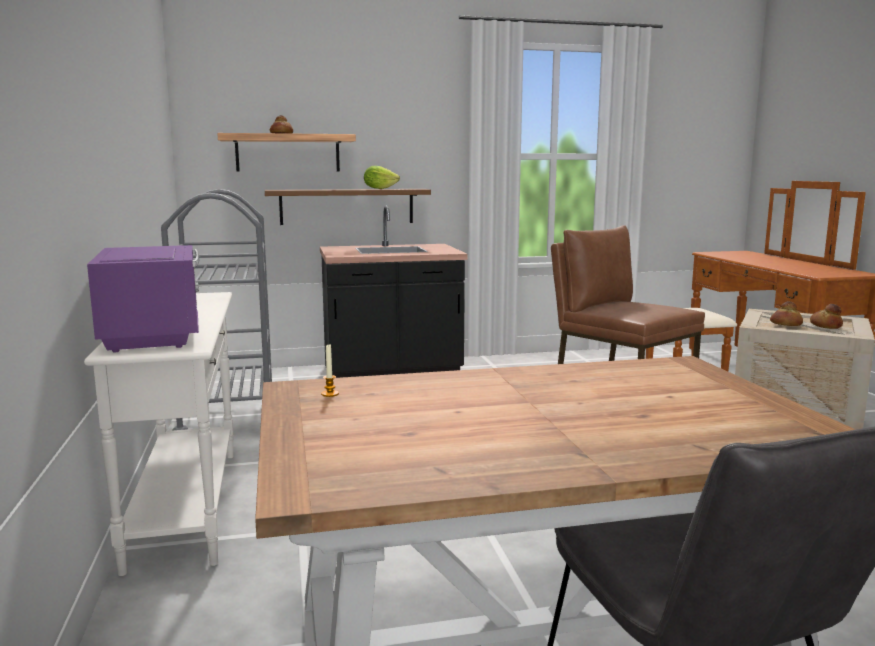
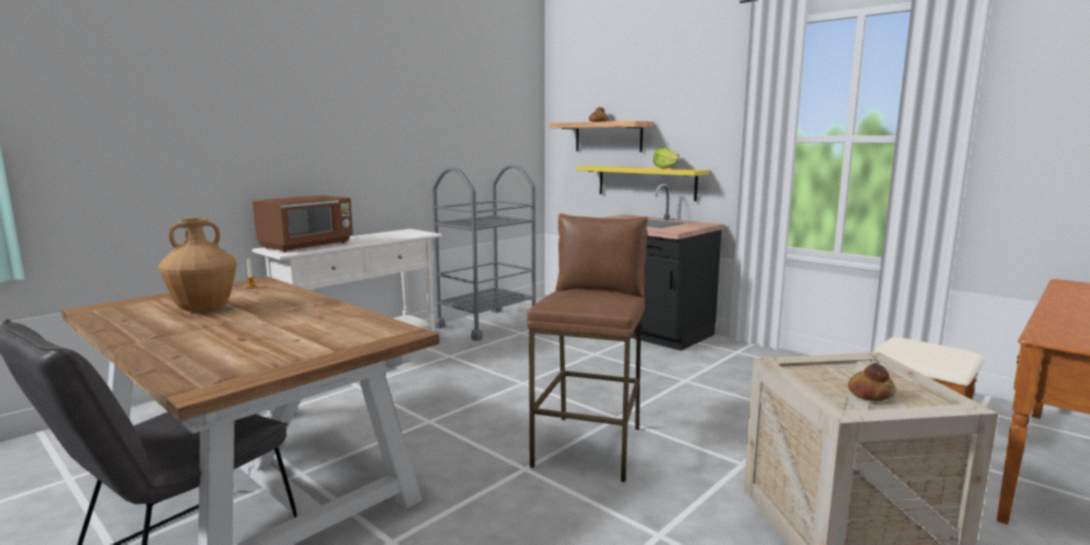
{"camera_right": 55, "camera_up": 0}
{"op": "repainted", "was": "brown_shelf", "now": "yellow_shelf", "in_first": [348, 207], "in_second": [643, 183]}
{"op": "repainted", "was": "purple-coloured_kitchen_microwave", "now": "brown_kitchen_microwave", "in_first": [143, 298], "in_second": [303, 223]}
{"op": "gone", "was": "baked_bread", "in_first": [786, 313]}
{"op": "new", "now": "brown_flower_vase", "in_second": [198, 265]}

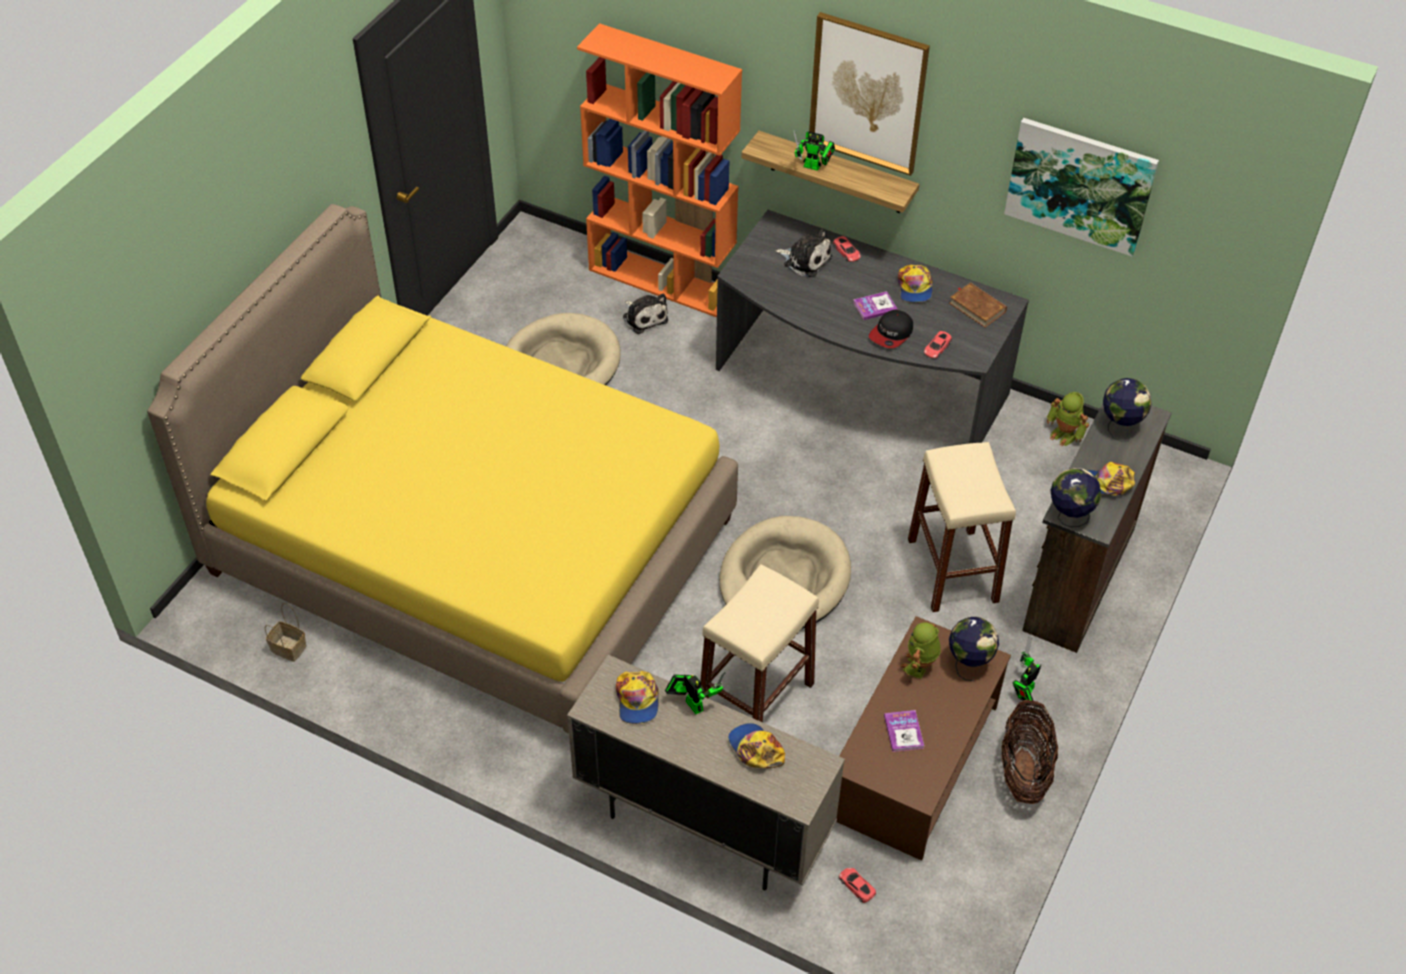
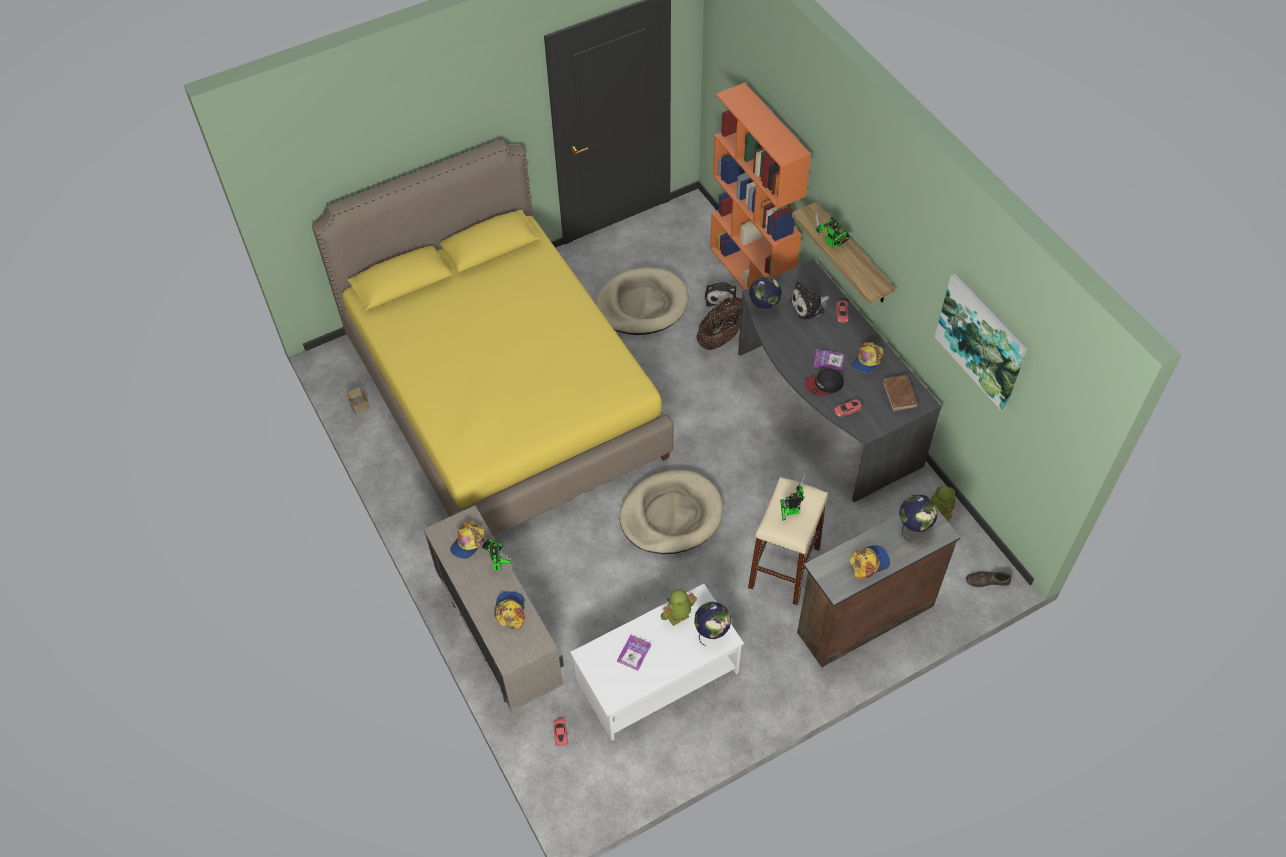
{"camera_right": 35, "camera_up": 5}
{"op": "gone", "was": "picture", "in_first": [869, 94]}
{"op": "rotated", "was": "plush_toy", "in_first": [803, 252], "in_second": [809, 300], "clockwise": 90}
{"op": "rotated", "was": "peaked_cap", "in_first": [1111, 479], "in_second": [870, 562], "clockwise": 120}
{"op": "shifted", "was": "world_globe", "in_first": [1075, 497], "in_second": [765, 296]}
{"op": "gone", "was": "beige_stool_seat", "in_first": [759, 643]}
{"op": "repainted", "was": "brown_coffee_table", "now": "white-coloured_coffee_table", "in_first": [923, 738], "in_second": [657, 662]}
{"op": "shifted", "was": "model_robot", "in_first": [1026, 668], "in_second": [793, 497]}
{"op": "shifted", "was": "basket", "in_first": [1029, 752], "in_second": [719, 323]}
{"op": "new", "now": "brown_low_shoe", "in_second": [988, 580]}

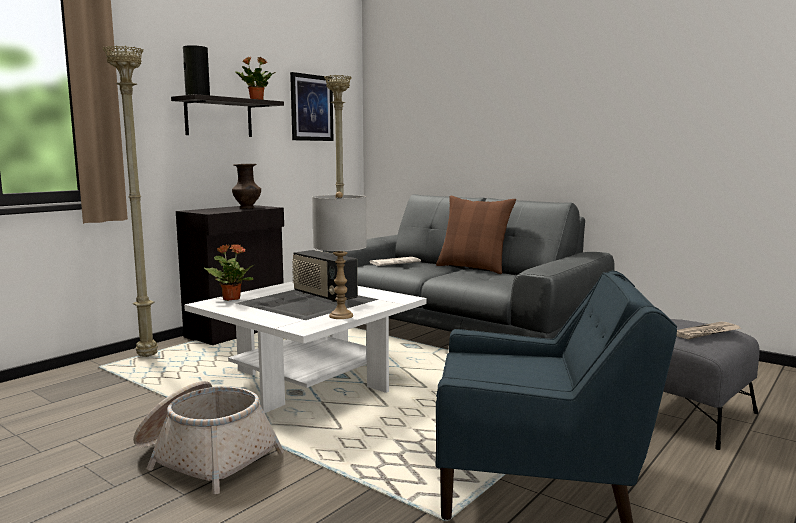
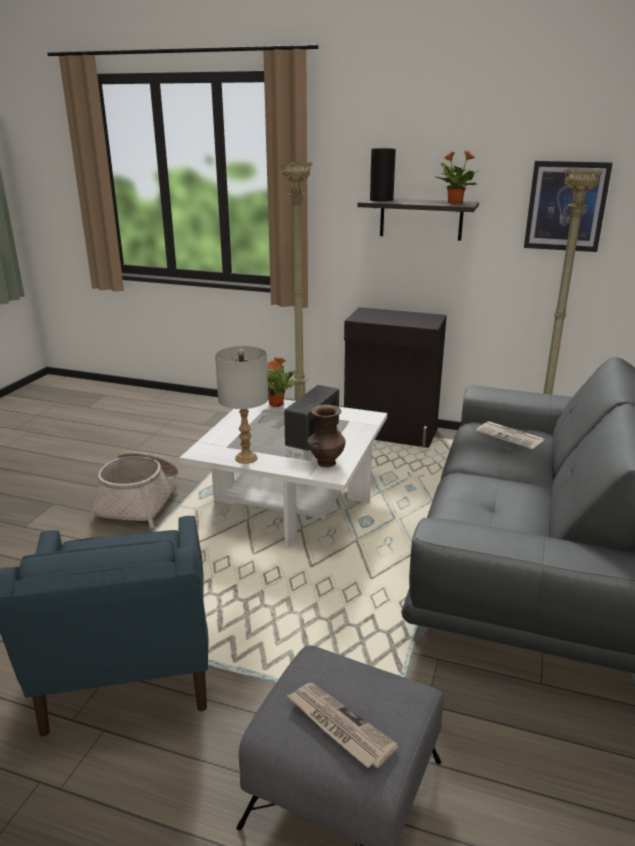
{"camera_right": 70, "camera_up": 15}
{"op": "shifted", "was": "brown_flower_vase", "in_first": [246, 186], "in_second": [326, 436]}
{"op": "gone", "was": "brown_throw_pillow", "in_first": [476, 235]}

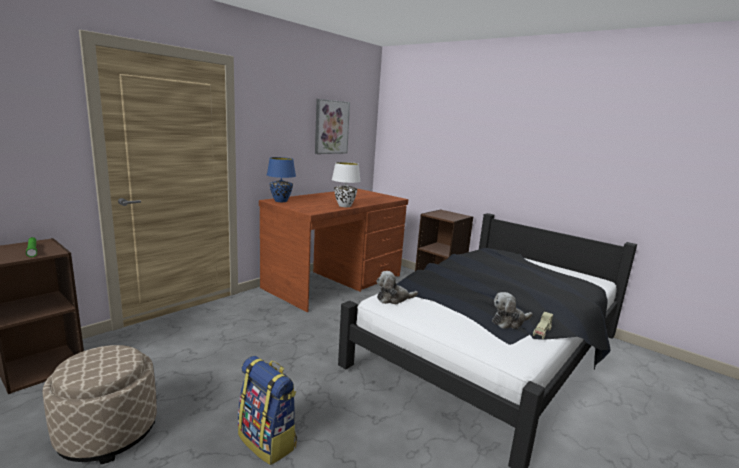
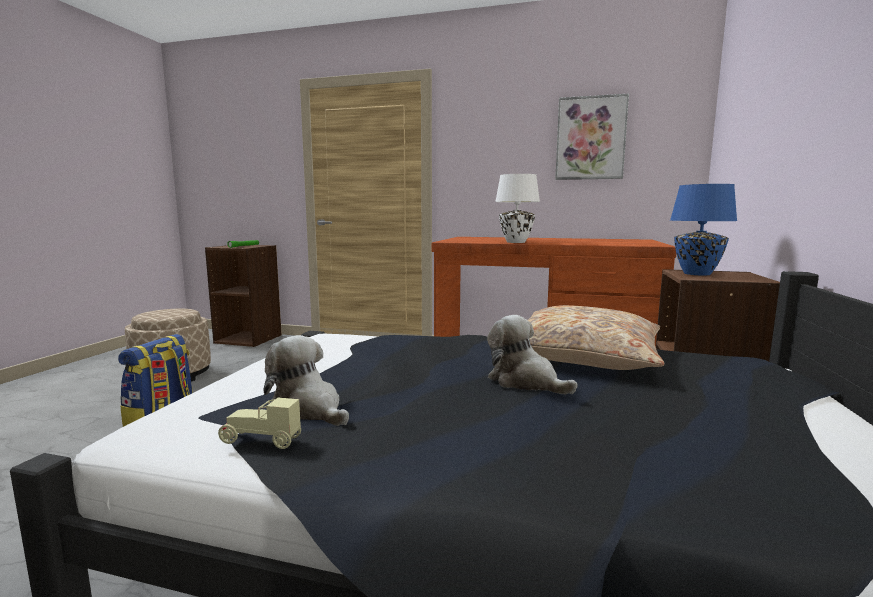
{"camera_right": 65, "camera_up": -5}
{"op": "shifted", "was": "bluish_lamp_for_a_table", "in_first": [281, 179], "in_second": [703, 230]}
{"op": "shifted", "was": "plush_toy", "in_first": [397, 287], "in_second": [532, 355]}
{"op": "new", "now": "beige_throw_pillow", "in_second": [596, 337]}

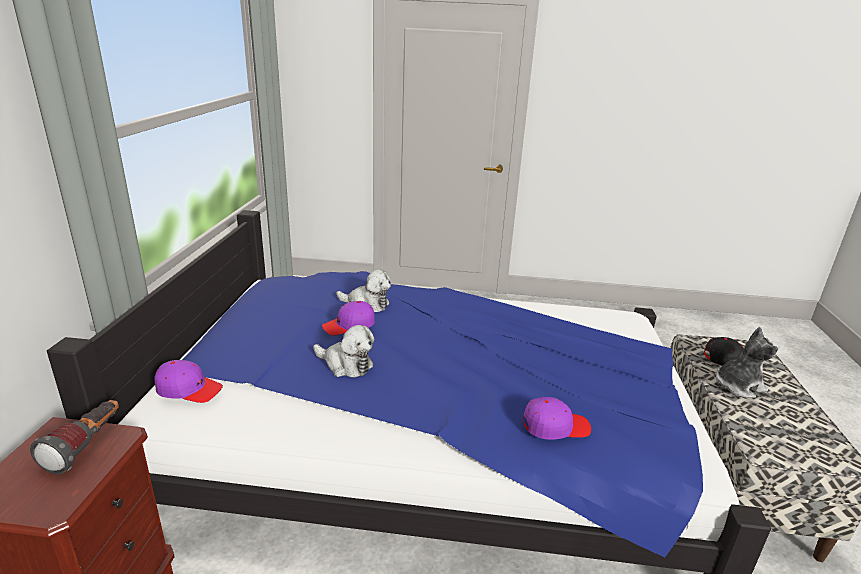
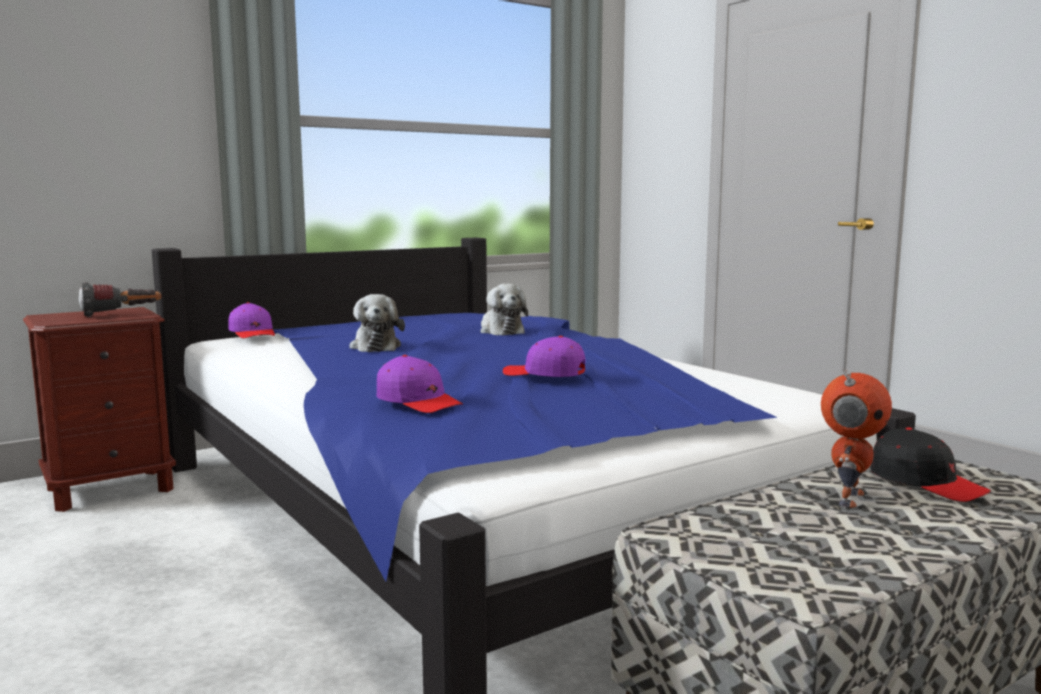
{"camera_right": 50, "camera_up": -15}
{"op": "shifted", "was": "purple-coloured_peaked_cap", "in_first": [348, 318], "in_second": [544, 356]}
{"op": "swapped", "was": "plush_toy", "now": "model_robot", "in_first": [748, 362], "in_second": [856, 438]}

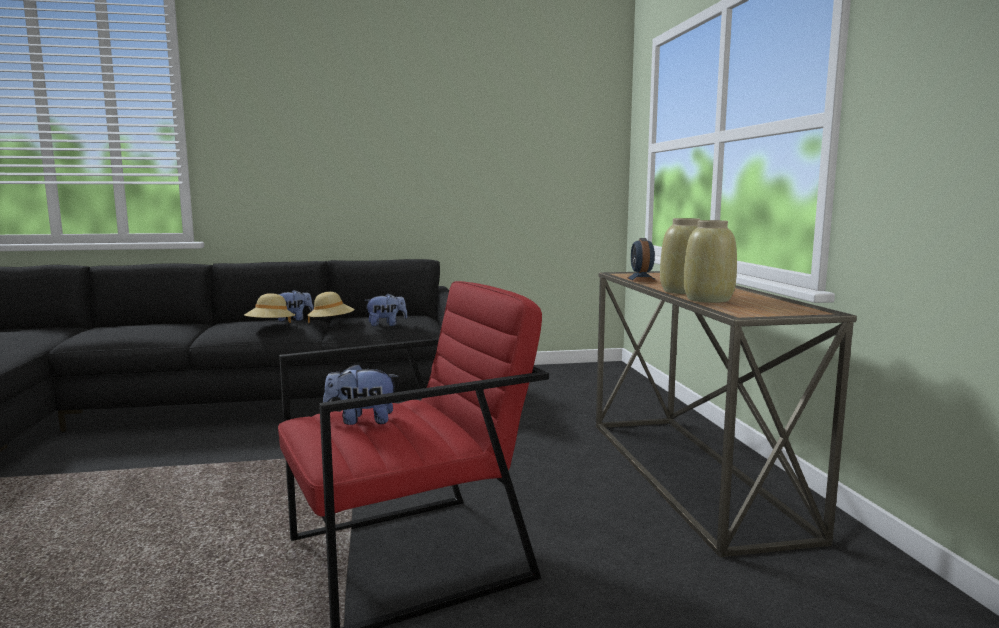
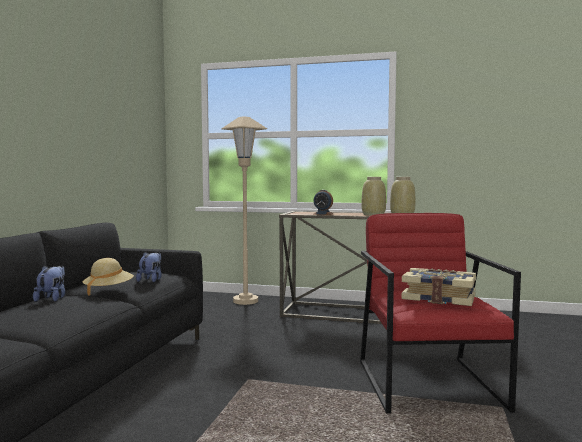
{"camera_right": -65, "camera_up": -5}
{"op": "gone", "was": "beige_hat", "in_first": [269, 308]}
{"op": "swapped", "was": "plush_toy", "now": "book", "in_first": [360, 394], "in_second": [438, 287]}
{"op": "new", "now": "beige_floor_lamp", "in_second": [244, 210]}

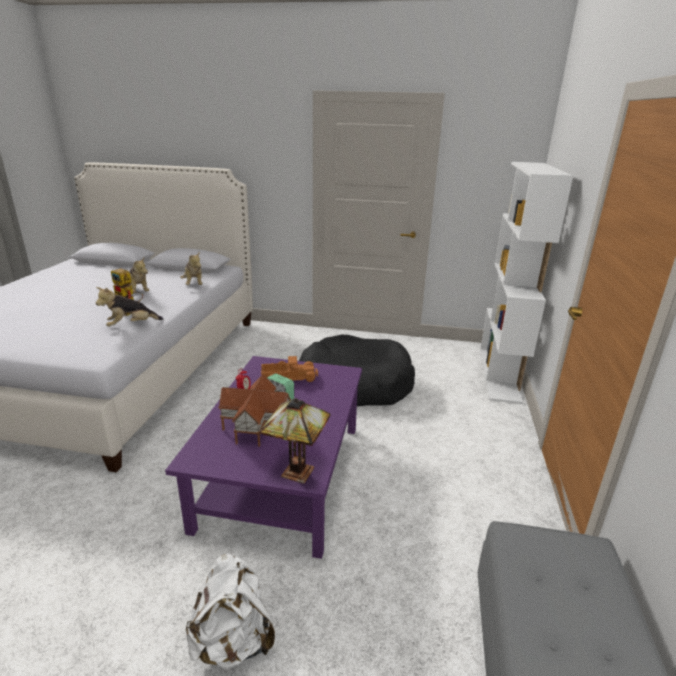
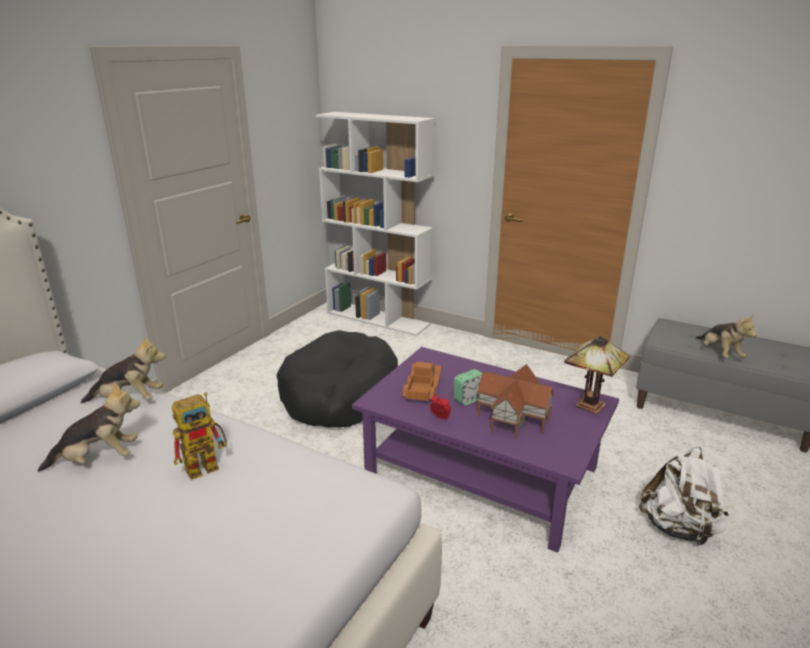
{"camera_right": -70, "camera_up": 0}
{"op": "shifted", "was": "plush_toy", "in_first": [129, 306], "in_second": [726, 336]}

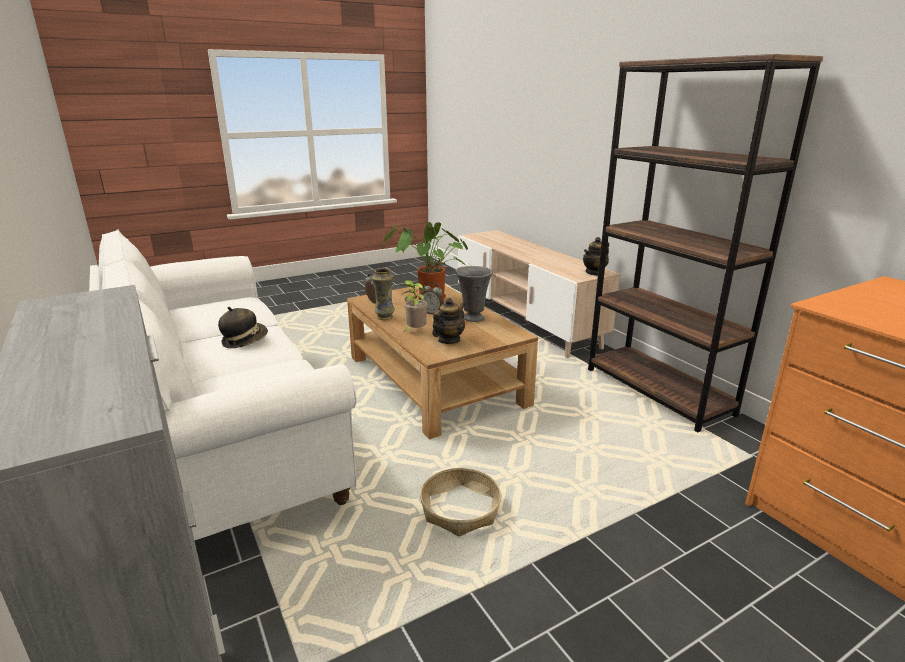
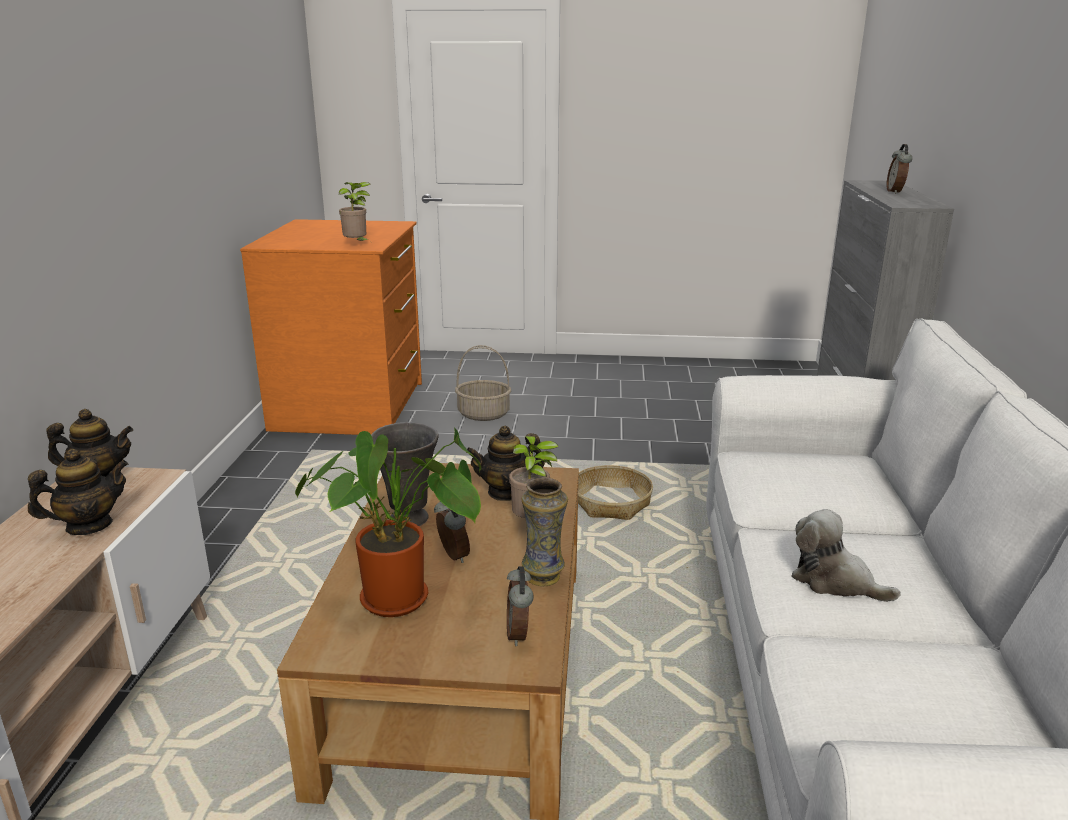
{"camera_right": -145, "camera_up": 0}
{"op": "gone", "was": "brown_bookcase", "in_first": [705, 243]}
{"op": "swapped", "was": "hat", "now": "plush_toy", "in_first": [243, 327], "in_second": [846, 555]}
{"op": "new", "now": "table_clock", "in_second": [899, 169]}
{"op": "new", "now": "houseplant", "in_second": [354, 211]}
{"op": "new", "now": "basket", "in_second": [483, 383]}
{"op": "new", "now": "pot_for_tea", "in_second": [78, 492]}

